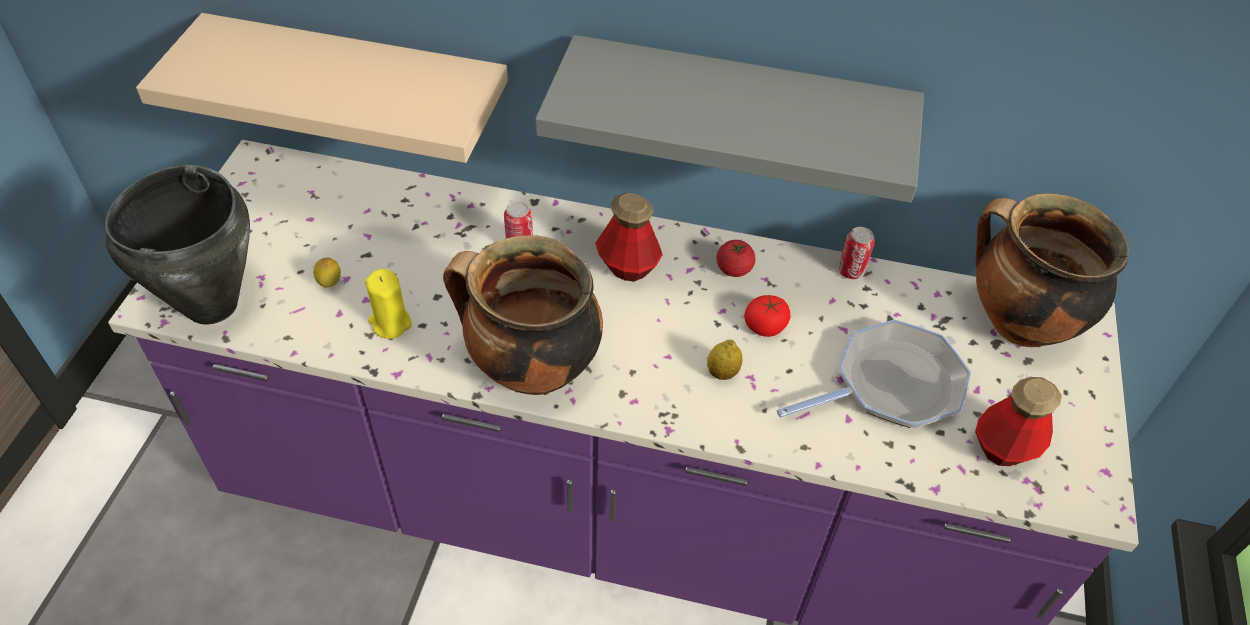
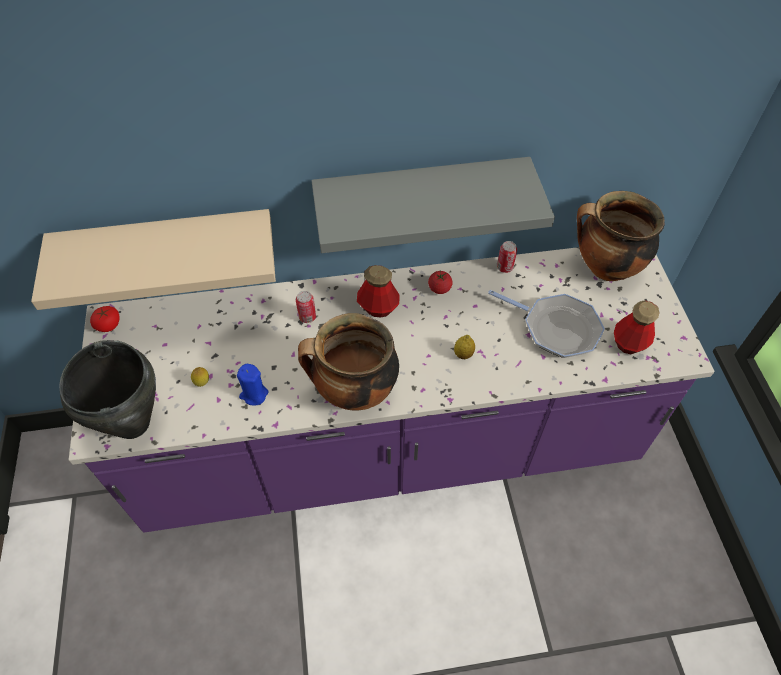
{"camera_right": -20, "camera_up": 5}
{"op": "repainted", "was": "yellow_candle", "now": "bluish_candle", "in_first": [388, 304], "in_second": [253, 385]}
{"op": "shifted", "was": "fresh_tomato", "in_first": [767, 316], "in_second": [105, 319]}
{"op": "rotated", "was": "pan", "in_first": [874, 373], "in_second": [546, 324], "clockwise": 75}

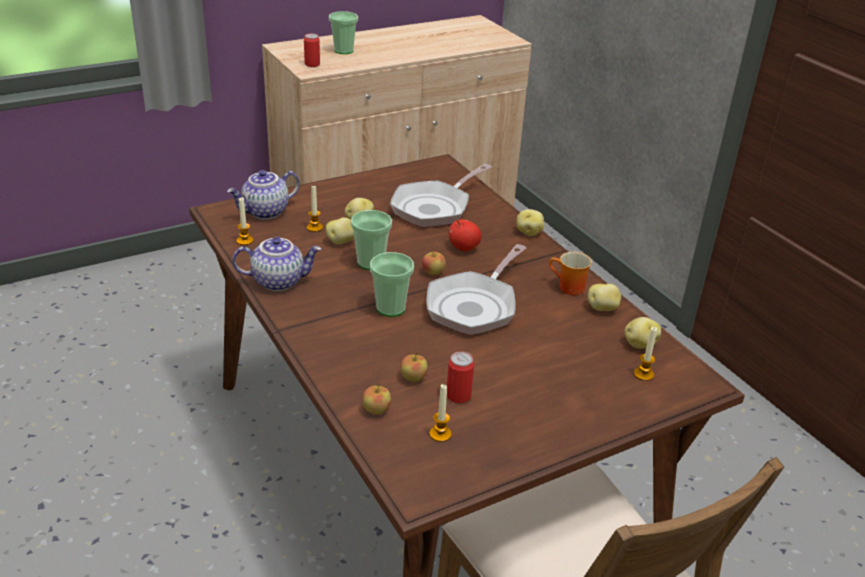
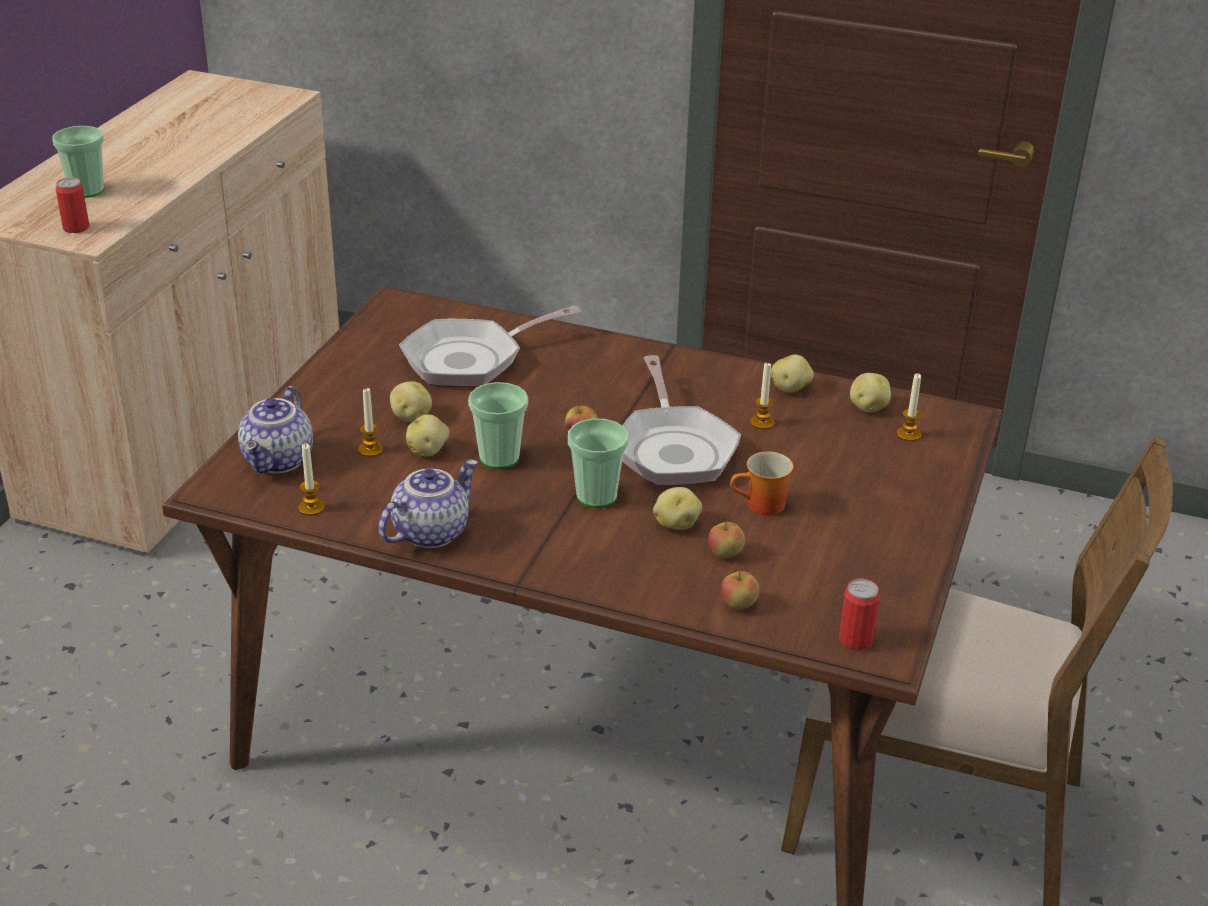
{"camera_right": -40, "camera_up": 0}
{"op": "rotated", "was": "pan", "in_first": [441, 195], "in_second": [490, 346], "clockwise": 60}
{"op": "shifted", "was": "potato", "in_first": [530, 222], "in_second": [677, 508]}
{"op": "gone", "was": "apple", "in_first": [465, 235]}
{"op": "shifted", "was": "mug", "in_first": [570, 273], "in_second": [761, 483]}
{"op": "shifted", "was": "can", "in_first": [460, 377], "in_second": [859, 614]}
{"op": "shifted", "was": "candle", "in_first": [441, 413], "in_second": [762, 396]}

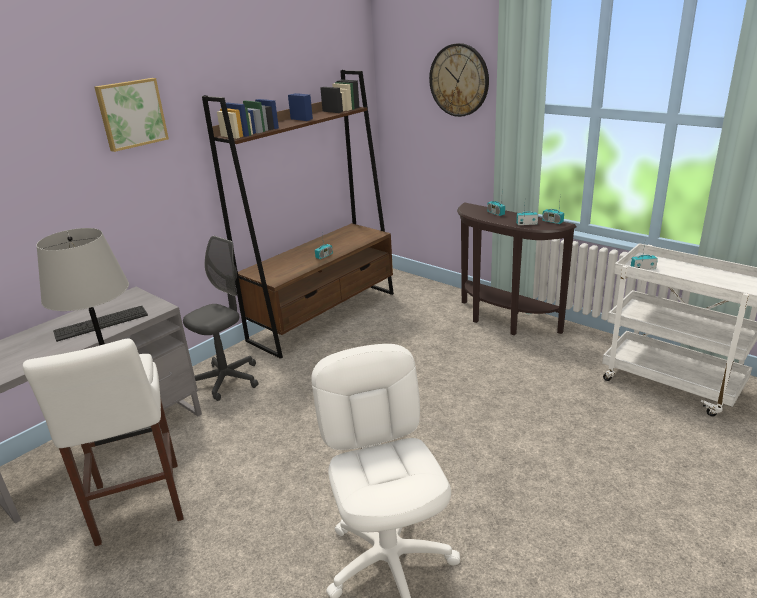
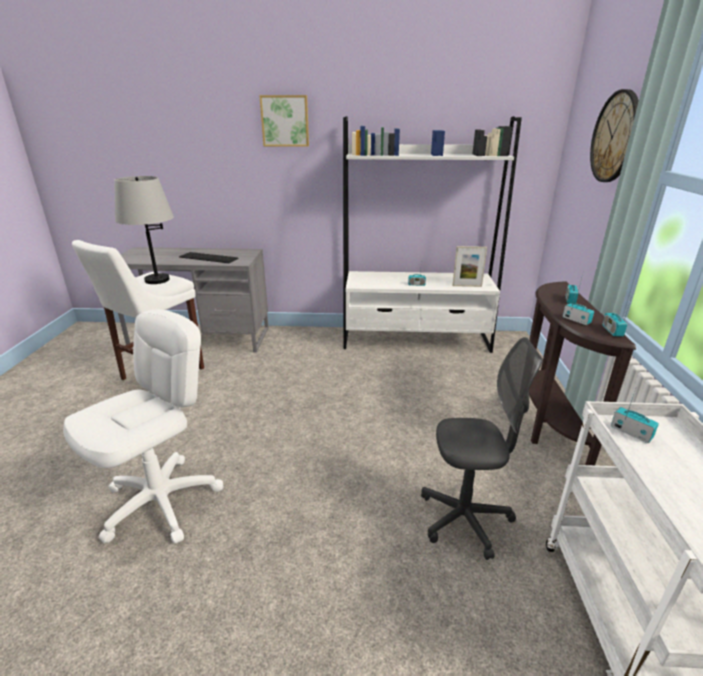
{"camera_right": 50, "camera_up": 0}
{"op": "repainted", "was": "brown_bookcase", "now": "white-coloured_bookcase", "in_first": [298, 214], "in_second": [432, 234]}
{"op": "shifted", "was": "grey_desk_chair", "in_first": [220, 318], "in_second": [482, 448]}
{"op": "new", "now": "photo_frame", "in_second": [469, 266]}

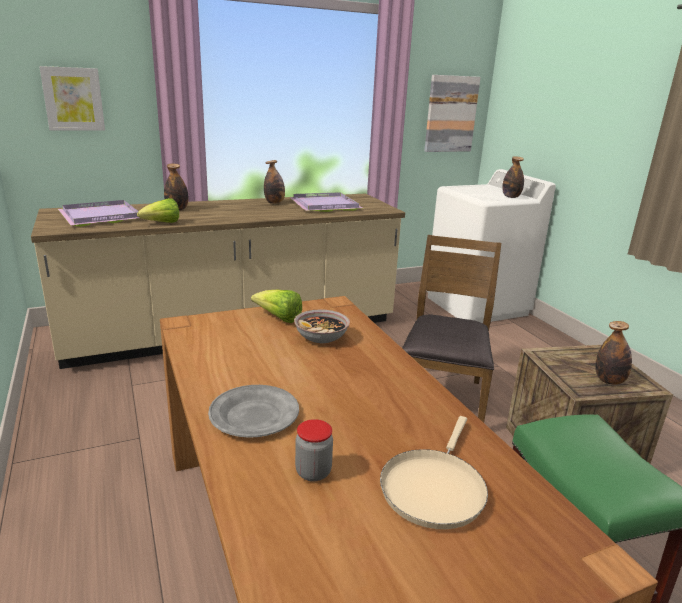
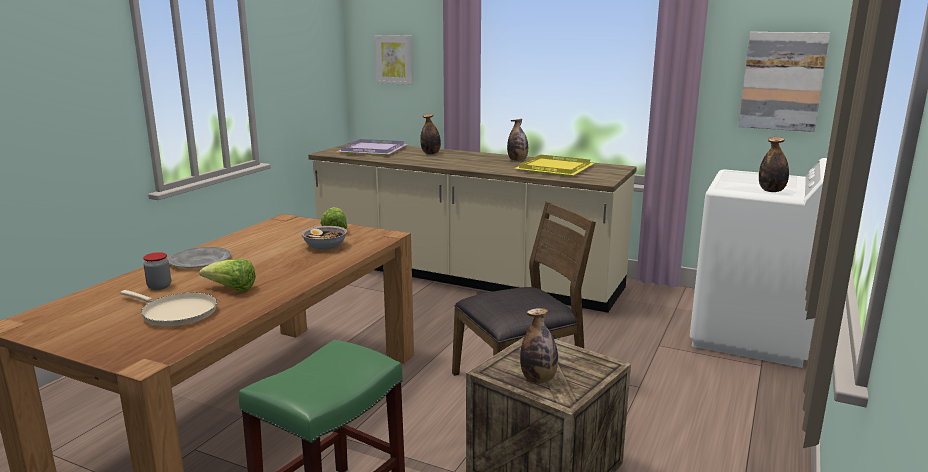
{"camera_right": 50, "camera_up": -5}
{"op": "repainted", "was": "purple-coloured_serving_tray", "now": "yellow_serving_tray", "in_first": [325, 202], "in_second": [554, 165]}
{"op": "shifted", "was": "head_of_lettuce", "in_first": [158, 210], "in_second": [227, 275]}
{"op": "rotated", "was": "beige_pan", "in_first": [434, 472], "in_second": [168, 308], "clockwise": -135}

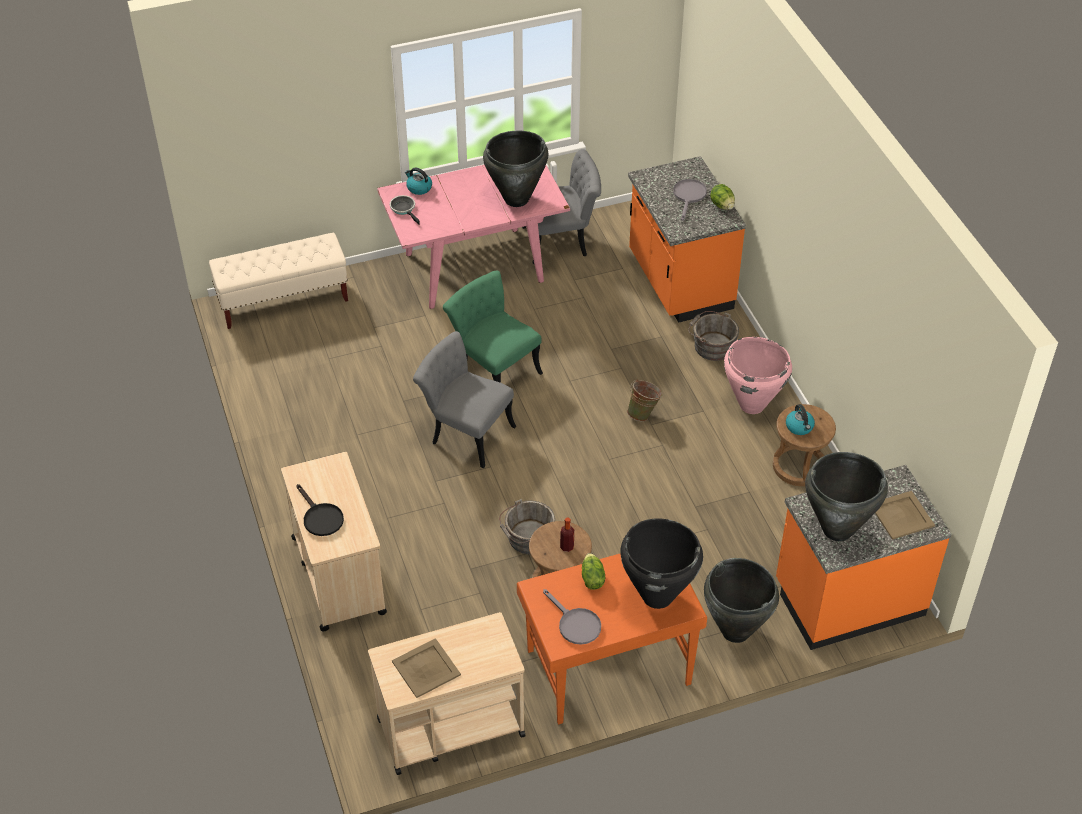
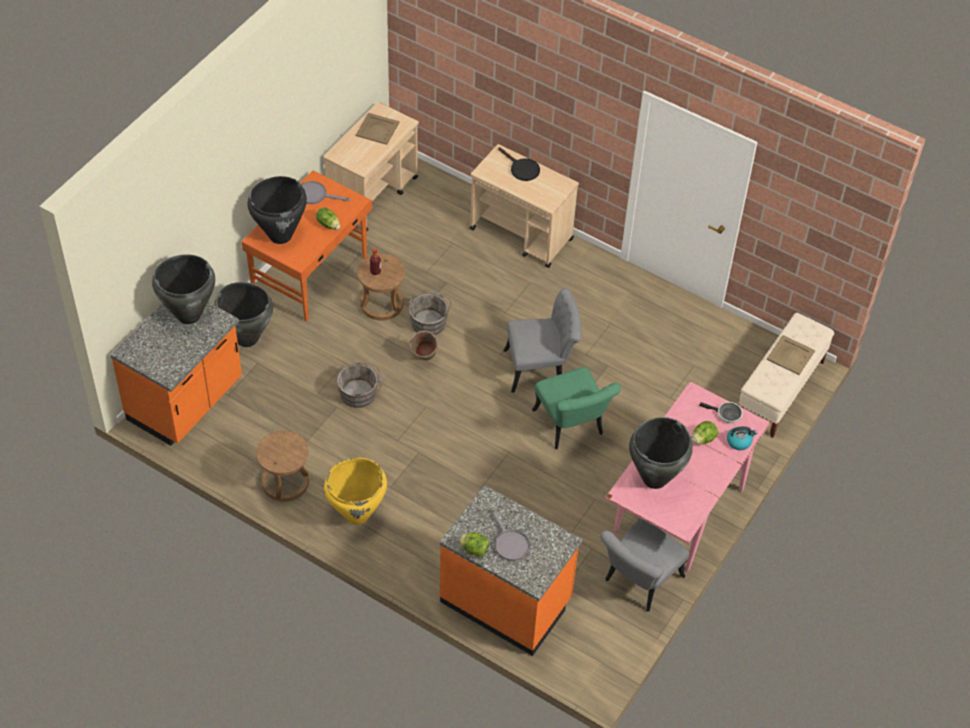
{"camera_right": 140, "camera_up": 5}
{"op": "rotated", "was": "green_chair", "in_first": [493, 327], "in_second": [576, 408], "clockwise": 60}
{"op": "shifted", "was": "grey_pail", "in_first": [713, 336], "in_second": [359, 384]}
{"op": "repainted", "was": "pink_flower_vase", "now": "yellow_flower_vase", "in_first": [758, 375], "in_second": [355, 491]}
{"op": "shifted", "was": "green_pail", "in_first": [645, 400], "in_second": [424, 345]}
{"op": "gone", "was": "tea_kettle", "in_first": [800, 419]}
{"op": "rotated", "was": "black_pan", "in_first": [320, 510], "in_second": [519, 164], "clockwise": -150}
{"op": "shifted", "was": "beige_serving_tray", "in_first": [905, 515], "in_second": [791, 355]}
{"op": "new", "now": "head_of_lettuce", "in_second": [704, 432]}

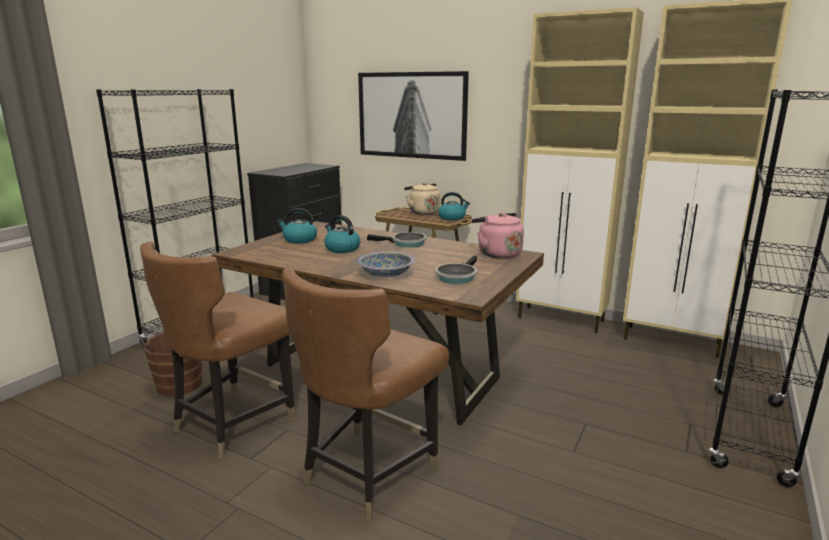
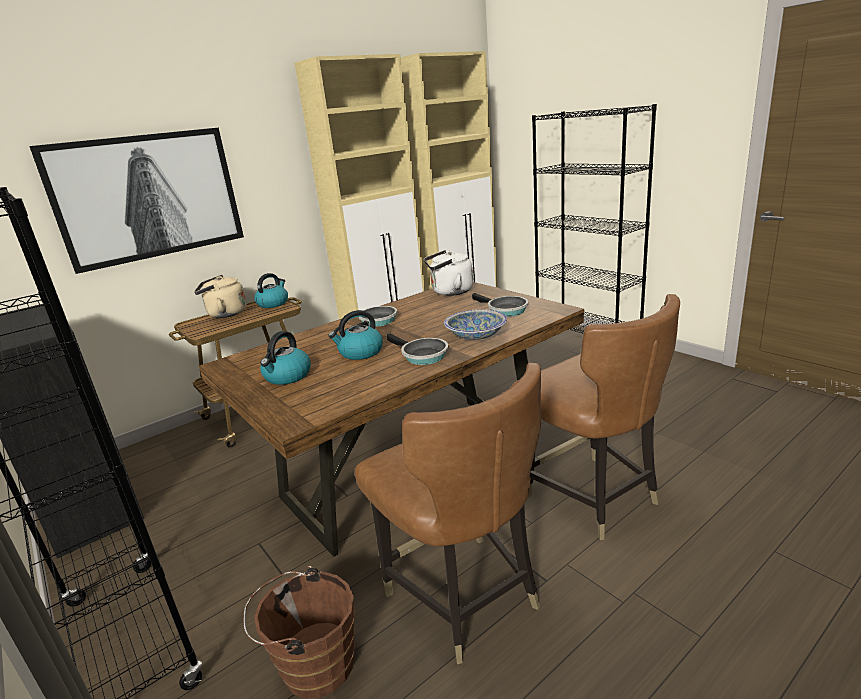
{"camera_right": -65, "camera_up": 5}
{"op": "repainted", "was": "pink_tea_kettle", "now": "white-coloured_tea_kettle", "in_first": [497, 236], "in_second": [448, 273]}
{"op": "new", "now": "pan", "in_second": [417, 349]}

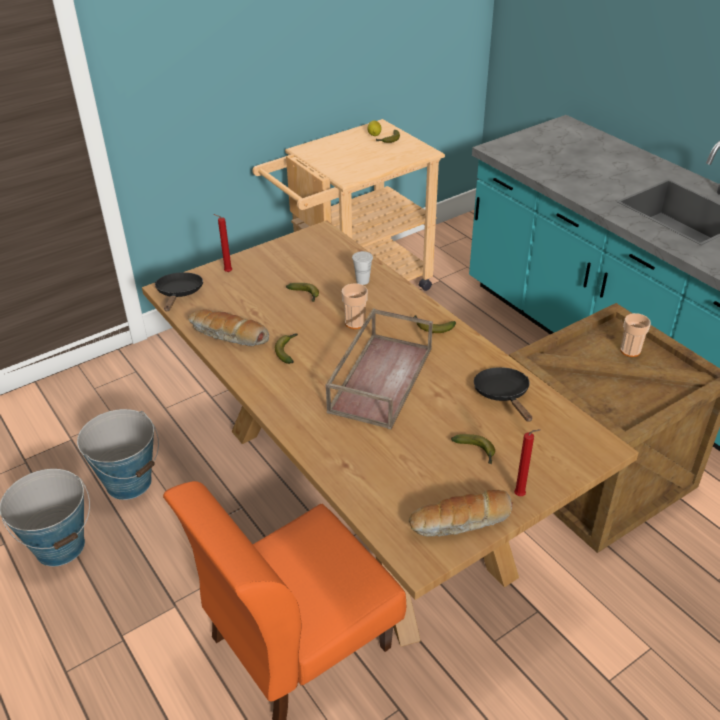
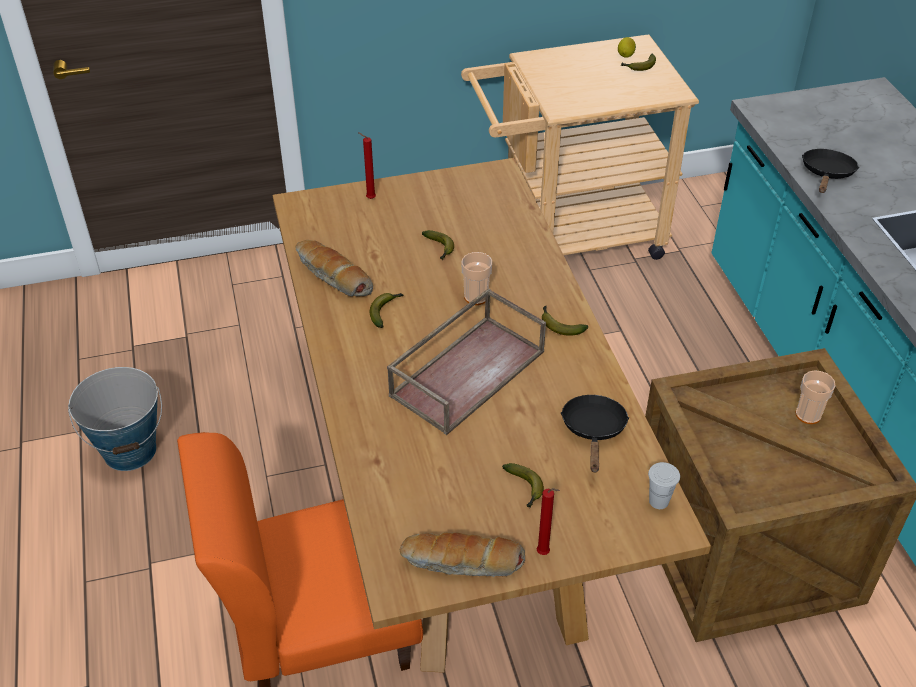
{"camera_right": 20, "camera_up": 5}
{"op": "shifted", "was": "white-coloured_drinking_cup", "in_first": [362, 268], "in_second": [664, 485]}
{"op": "shifted", "was": "black_pan", "in_first": [179, 291], "in_second": [830, 171]}
{"op": "gone", "was": "pail", "in_first": [118, 454]}

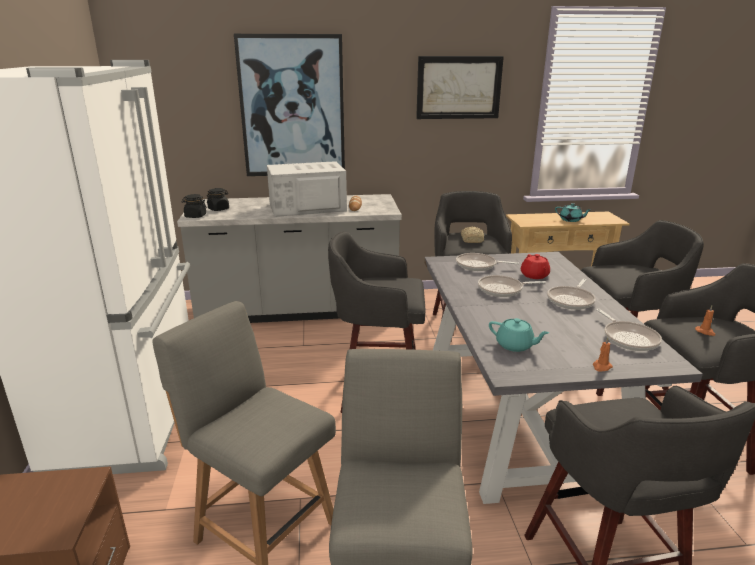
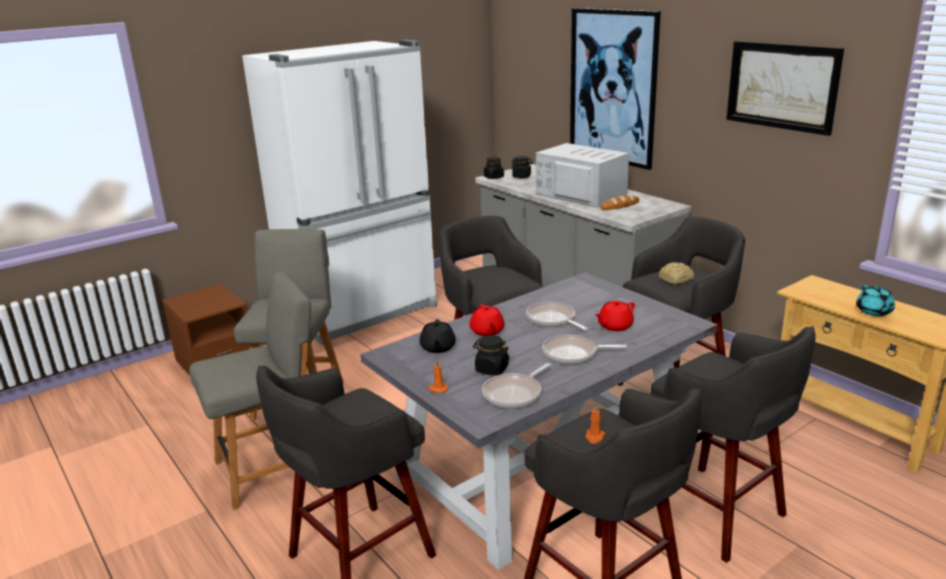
{"camera_right": 60, "camera_up": 0}
{"op": "gone", "was": "pan", "in_first": [487, 262]}
{"op": "repainted", "was": "turquoise-coloured_pot_for_tea", "now": "black_pot_for_tea", "in_first": [519, 335], "in_second": [437, 336]}
{"op": "new", "now": "reddish_pot_for_tea", "in_second": [487, 320]}
{"op": "new", "now": "black_jar", "in_second": [491, 355]}

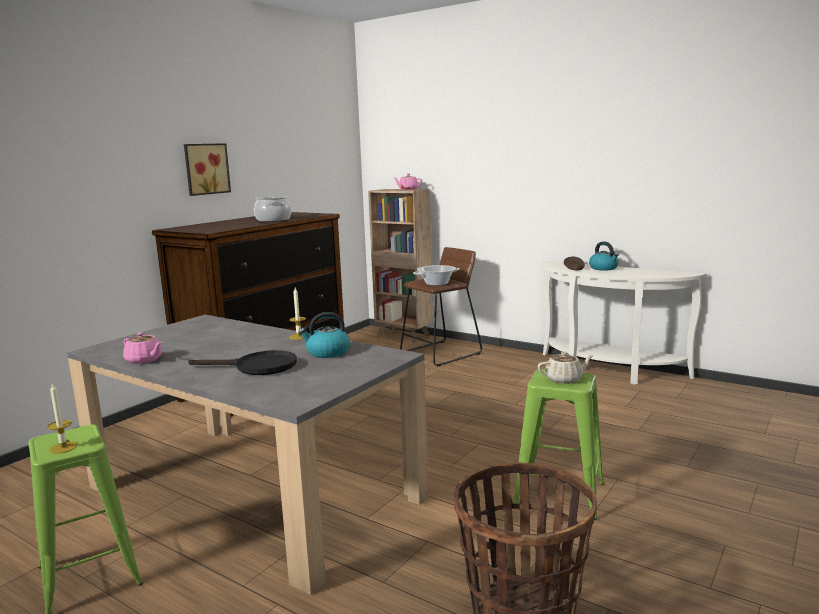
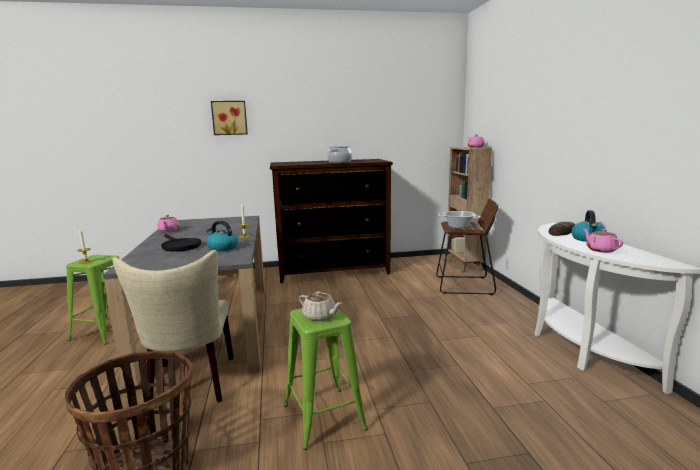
{"camera_right": 45, "camera_up": 0}
{"op": "shifted", "was": "picture", "in_first": [207, 169], "in_second": [229, 118]}
{"op": "new", "now": "pink_pot_for_tea", "in_second": [603, 241]}
{"op": "new", "now": "beige_chair", "in_second": [172, 326]}

